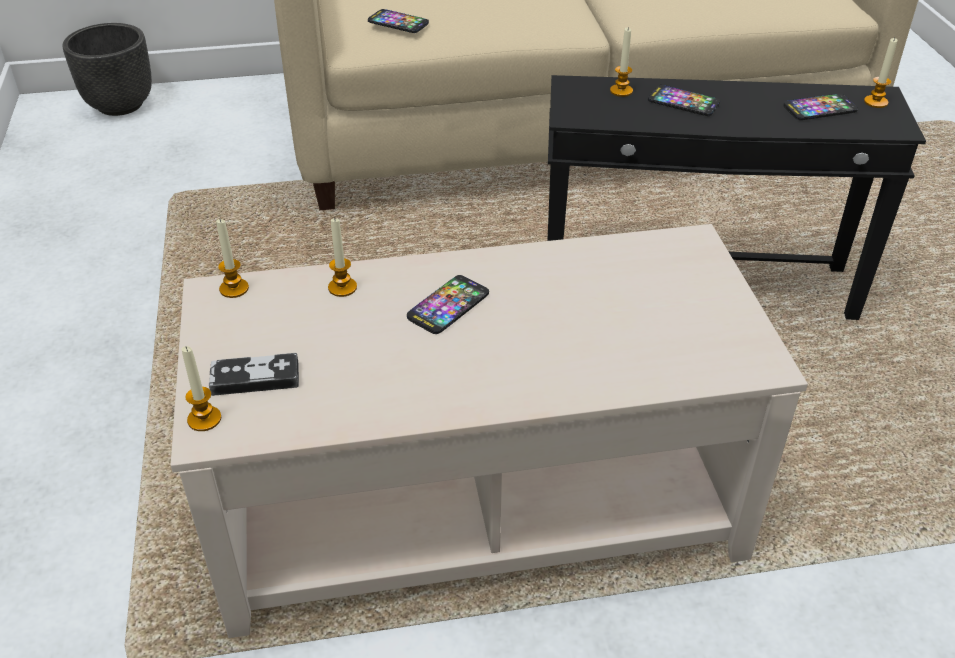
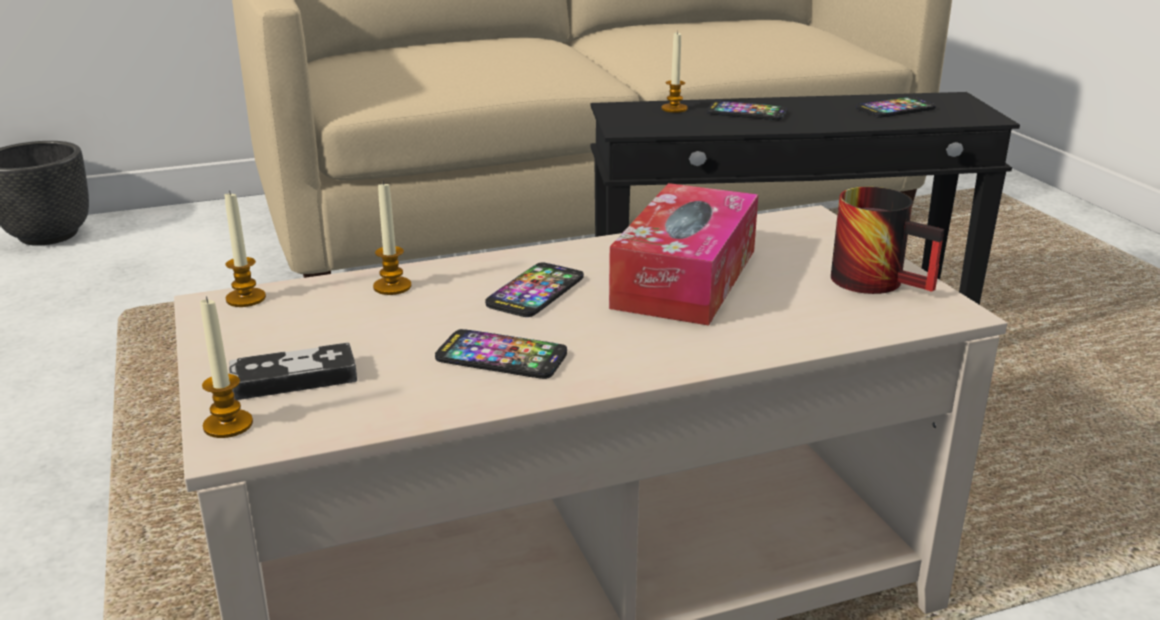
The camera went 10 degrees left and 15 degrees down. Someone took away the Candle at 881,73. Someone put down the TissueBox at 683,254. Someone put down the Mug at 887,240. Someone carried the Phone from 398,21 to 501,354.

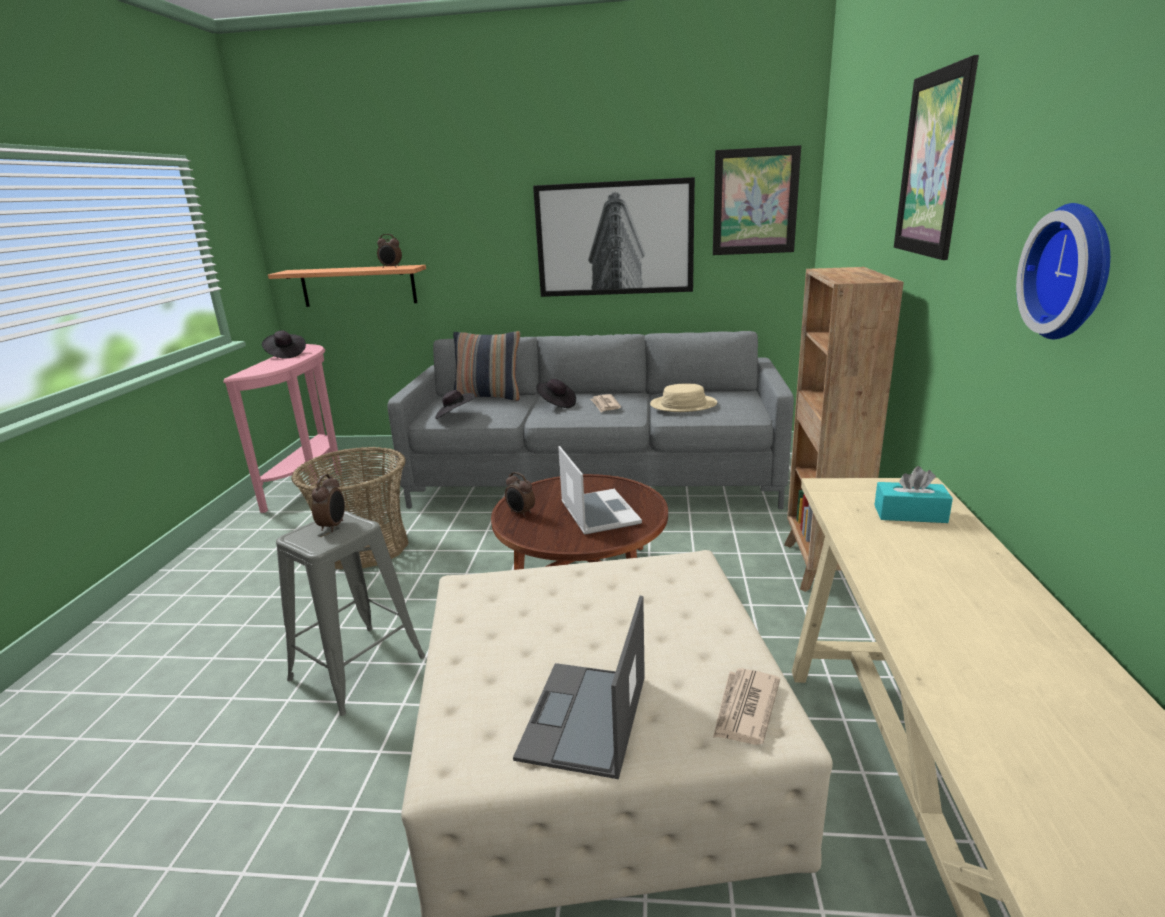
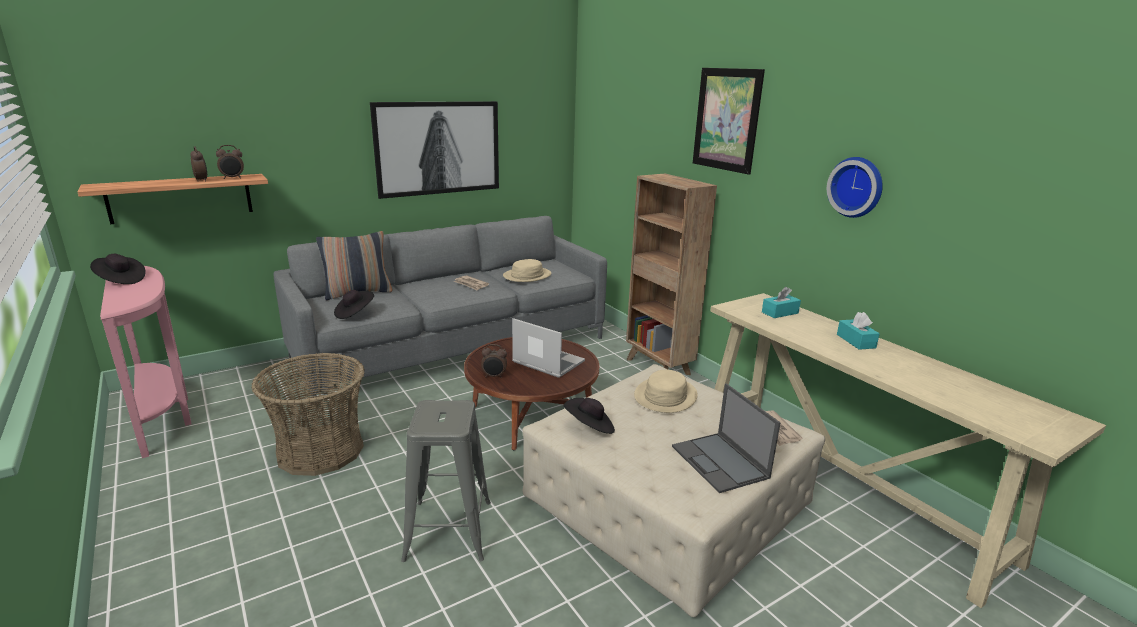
The camera went 40 degrees left and 0 degrees up. Someone took away the Picture at 757,200. Someone put down the BeigeHat at 666,391. Someone put down the TurquoiseTissueBox at 858,331. Someone carried the AlarmClock from 328,503 to 198,164. Someone carried the BlackHat from 556,393 to 589,416.

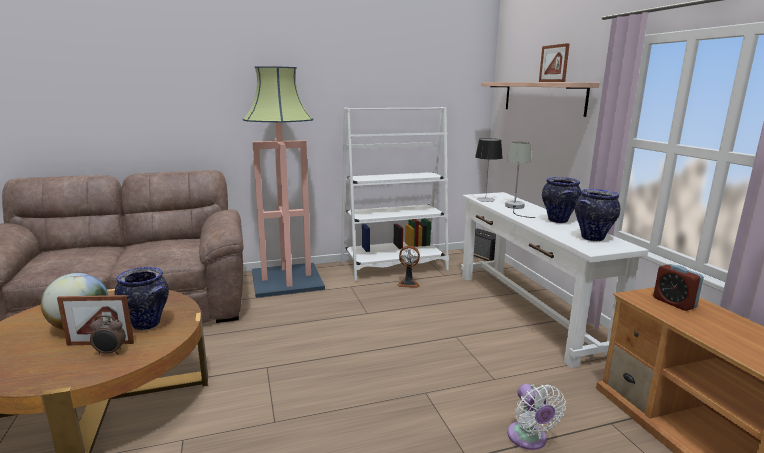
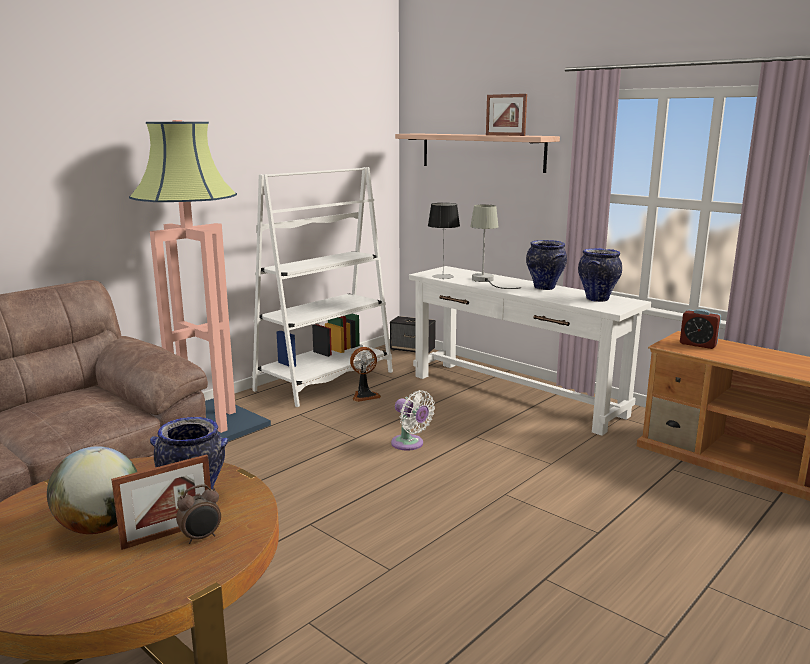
The camera went 30 degrees left and 0 degrees up. Someone carried the WhiteFan from 536,417 to 413,420.

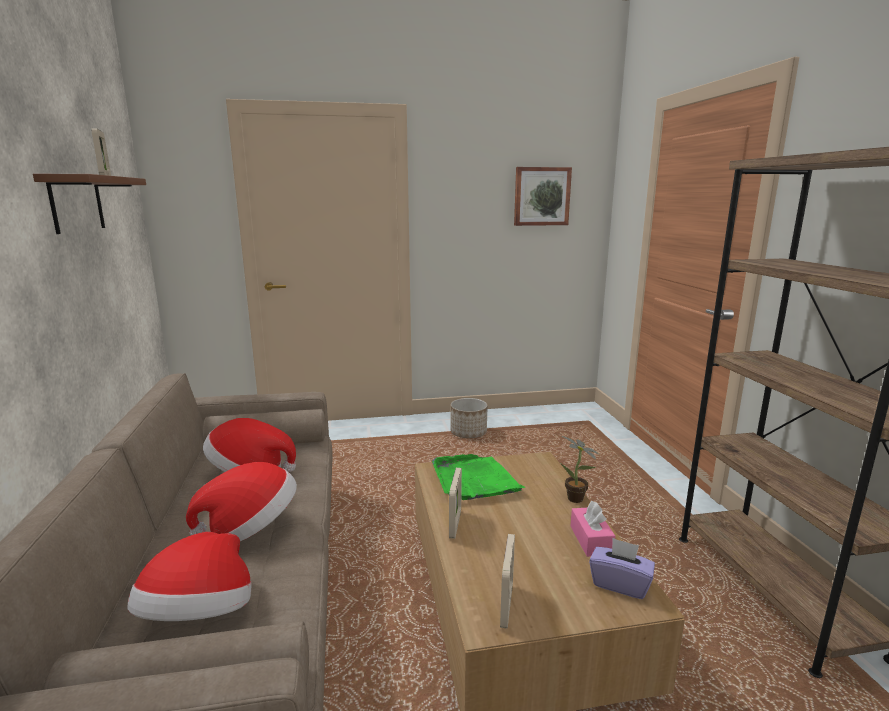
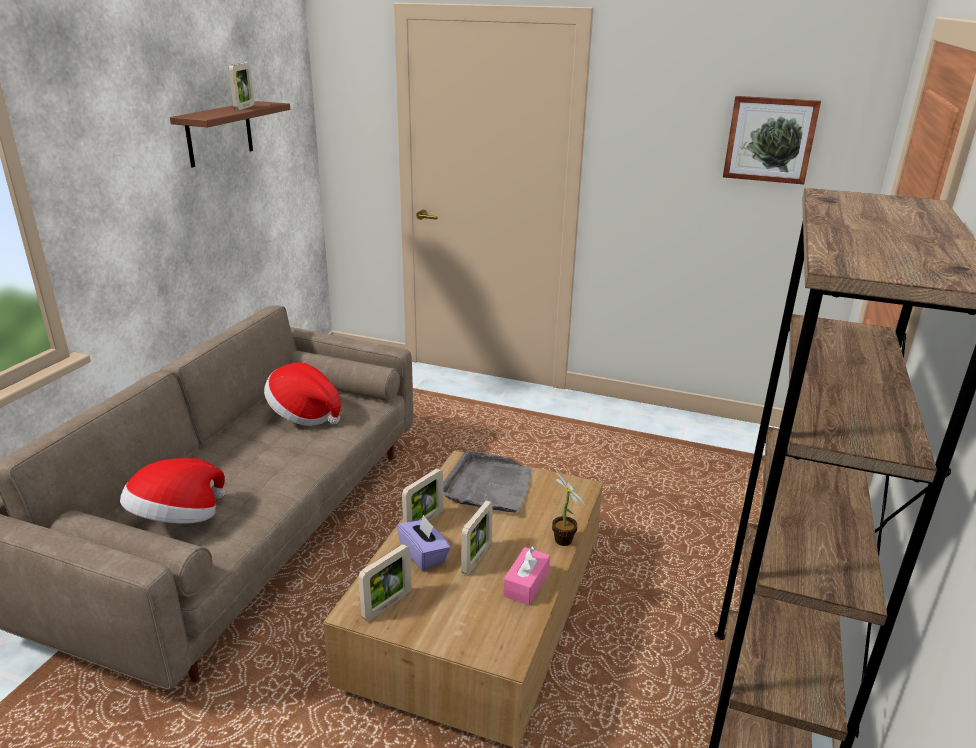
The camera went 30 degrees right and 10 degrees up. Someone took away the Hat at 241,501. Someone took away the Planter at 469,418. Someone put down the PictureFrame at 477,537. Someone carried the PurpleTissueBox from 622,568 to 423,542. Someone repainted the GreenTray at 478,477, which became the GreyTray at 487,482.

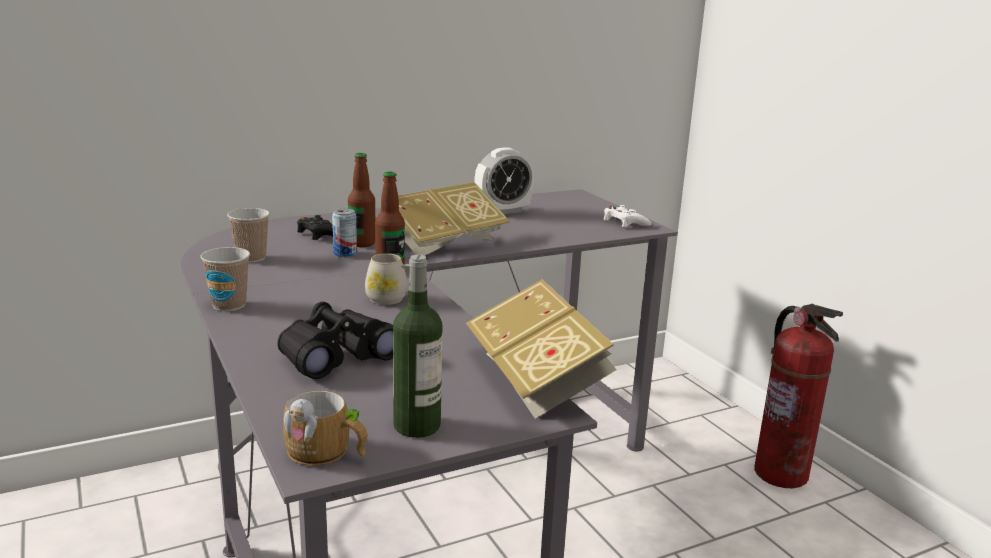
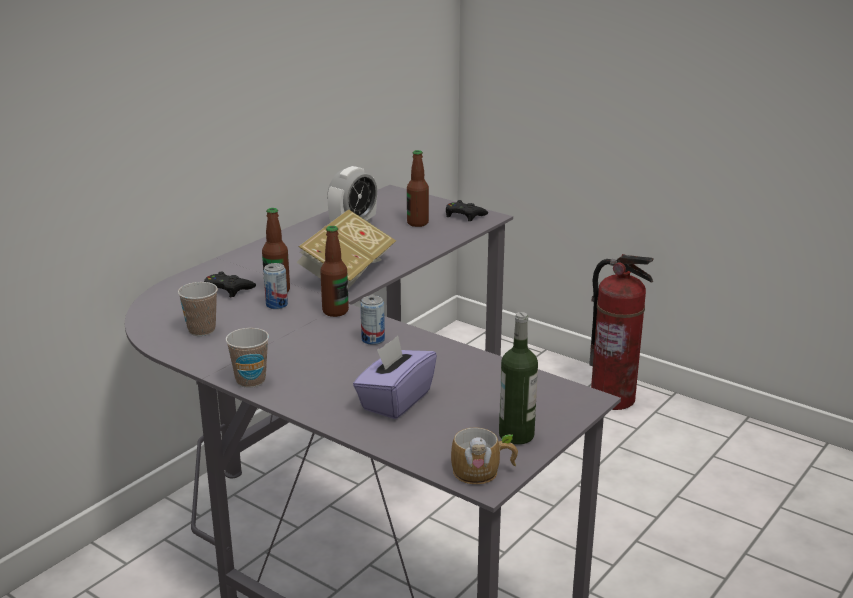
The camera went 25 degrees left and 5 degrees up. Someone took away the Book at 541,349. Someone put down the Bottle at 418,188. Someone swapped the BlackBinoculars at 335,340 for the PurpleTissueBox at 395,377. Someone swapped the WhiteMug at 387,279 for the Can at 372,320. Someone repainted the WhiteGameController at 628,216, which became the BlackGameController at 467,210.

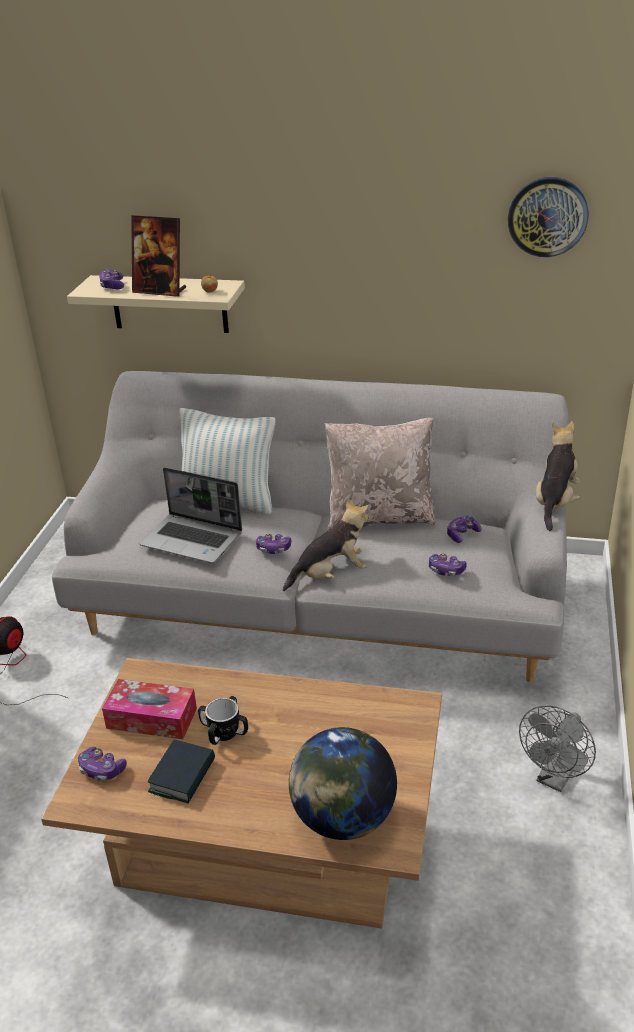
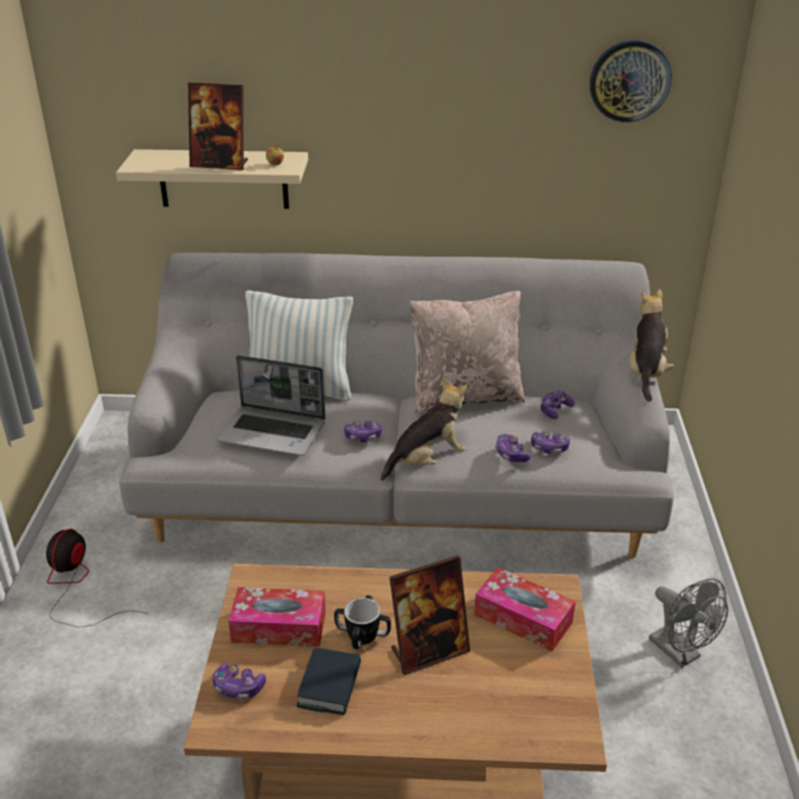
The camera went 10 degrees left and 0 degrees up. Someone took away the Globe at 343,783. Someone put down the PictureFrame at 429,615. Someone put down the TissueBox at 525,609. Someone carried the GameController from 111,279 to 513,448. Someone rotated the GreyFan at 557,748 by 60 degrees counterclockwise.

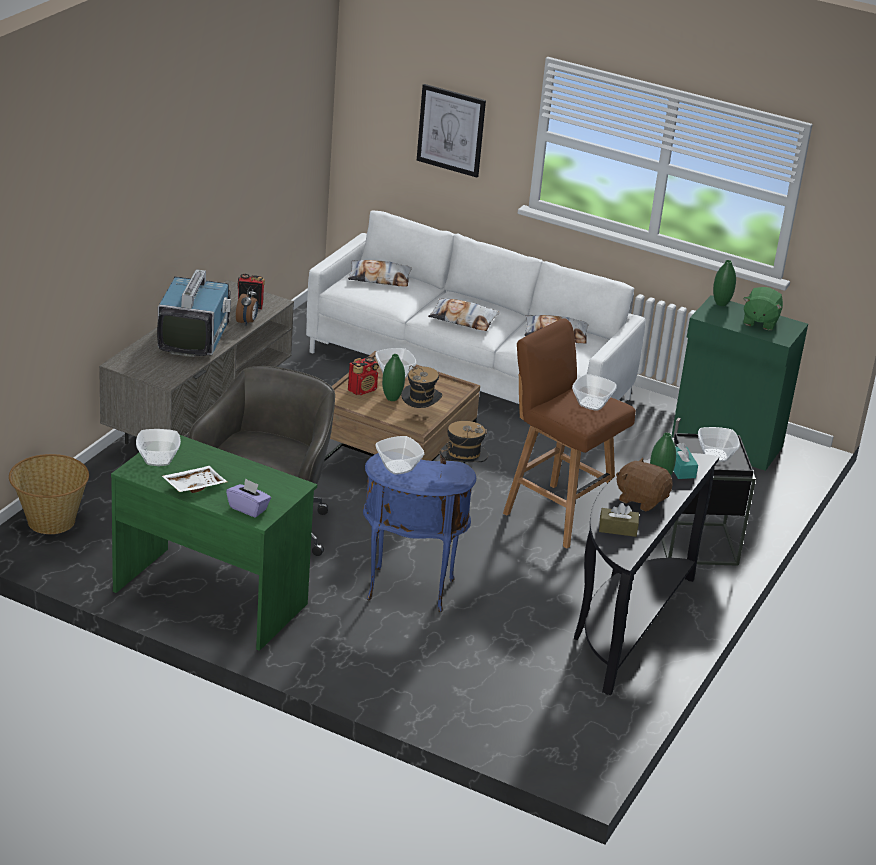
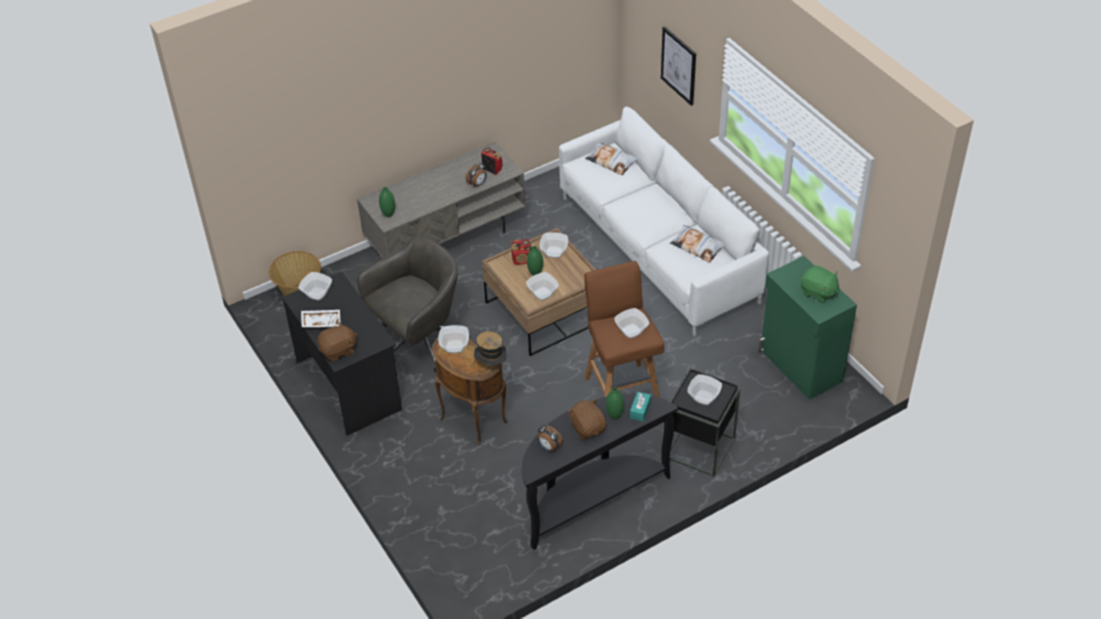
The camera went 35 degrees right and 15 degrees up. Someone took away the Television at 194,313. Someone took away the Pillow at 464,314. Someone carried the GreenVase from 724,283 to 387,202. Someone swapped the PurpleTissueBox at 248,498 for the BrownPlushToy at 337,341. Someone swapped the Hat at 421,387 for the Bowl at 542,286. Someone swapped the BrownTissueBox at 619,520 for the AlarmClock at 550,438. Someone repainted the GreenDesk at 214,543, which became the BlackDesk at 342,354. Someone repainted the BlueSideTable at 419,532, which became the BrownSideTable at 470,391. Someone rotated the GreenPlushToy at 763,308 by 105 degrees counterclockwise.

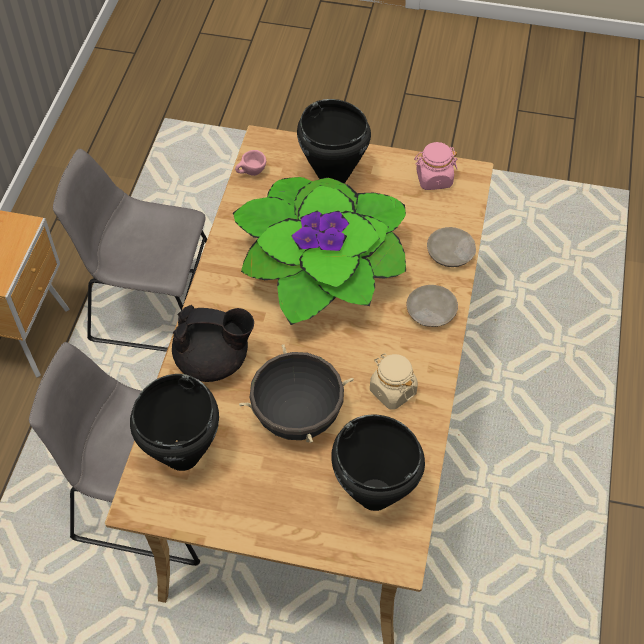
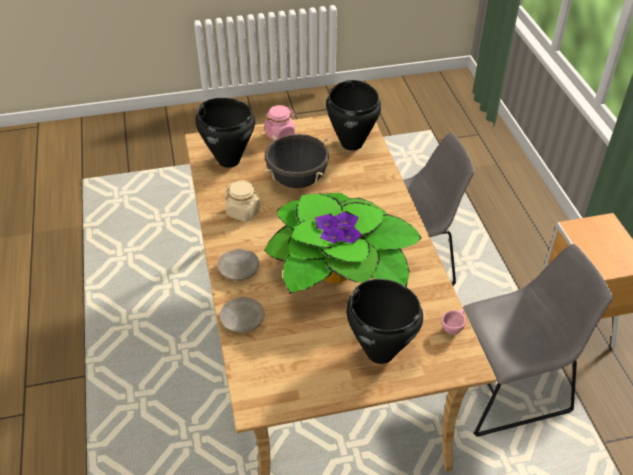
The camera went 155 degrees right and 10 degrees down. Someone took away the BlackTeapot at 213,343. Someone carried the PinkJar from 435,166 to 280,123.

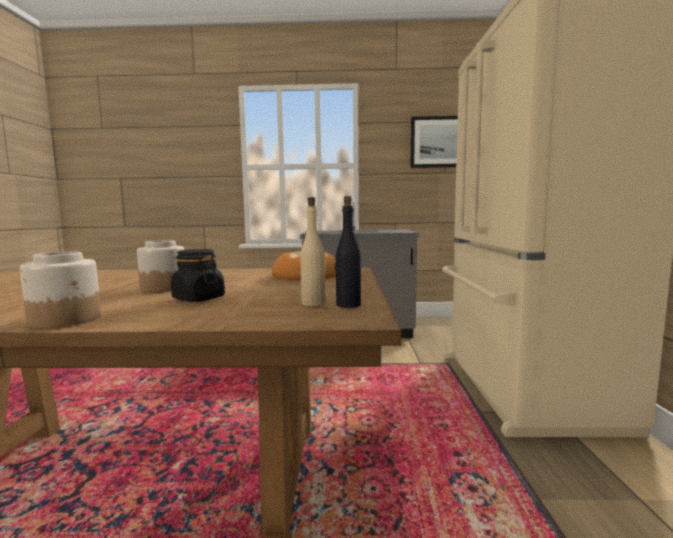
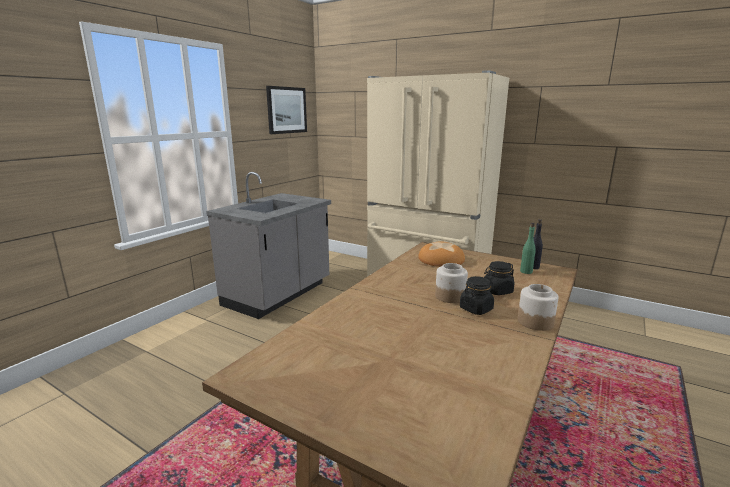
The camera went 60 degrees left and 10 degrees up. Someone put down the BlackJar at 477,295. Someone repainted the BeigeBottle at 313,251, which became the GreenBottle at 528,248.

